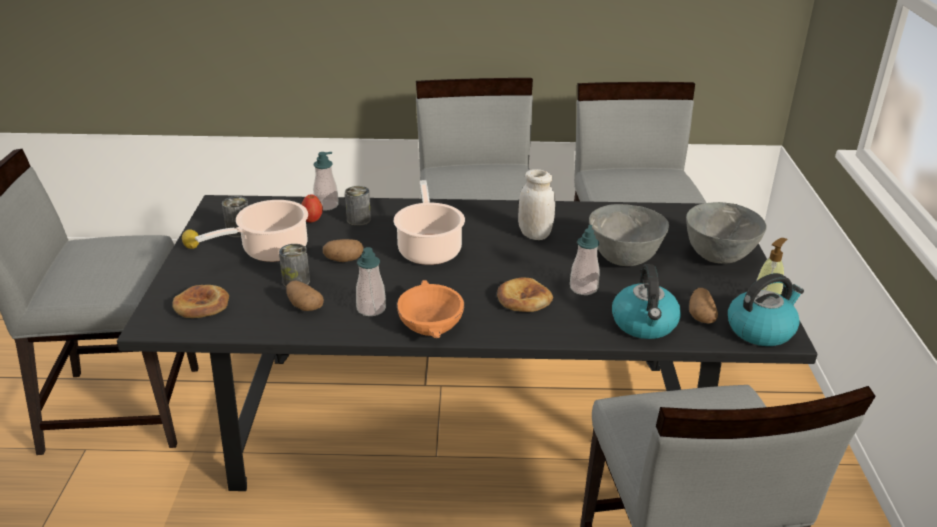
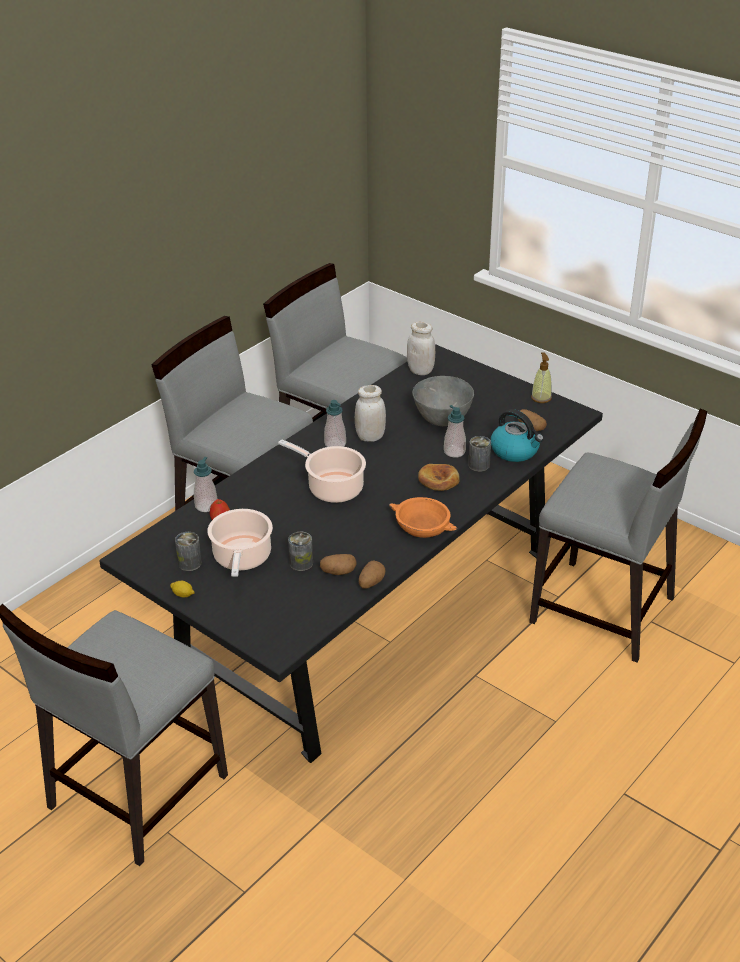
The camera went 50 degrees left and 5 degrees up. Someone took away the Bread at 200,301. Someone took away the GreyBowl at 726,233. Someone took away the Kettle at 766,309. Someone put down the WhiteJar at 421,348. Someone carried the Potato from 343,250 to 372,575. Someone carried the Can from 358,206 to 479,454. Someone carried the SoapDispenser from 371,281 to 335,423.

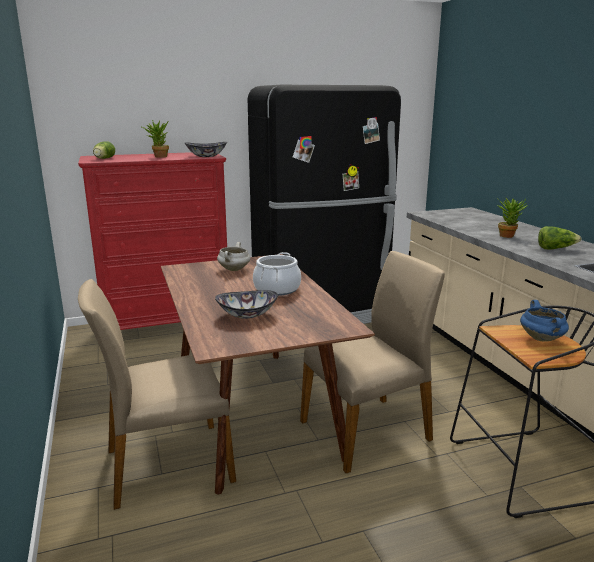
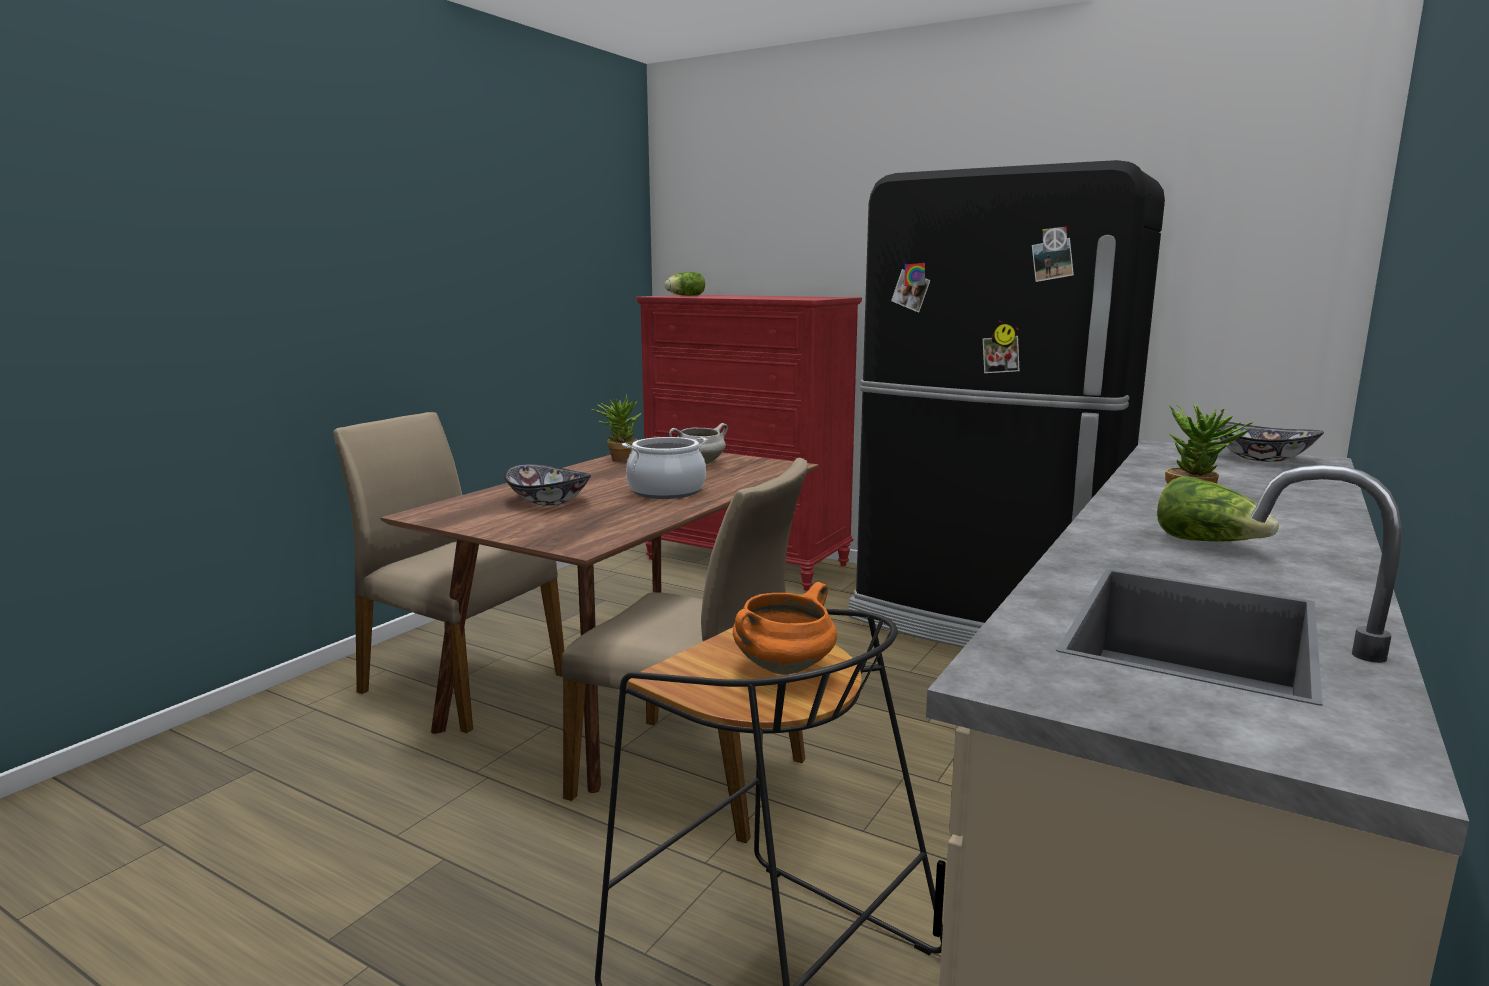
The camera went 50 degrees right and 5 degrees down. Someone carried the PottedPlant from 155,139 to 616,427. Someone carried the Bowl from 206,149 to 1269,441. Someone repainted the BlueCookingPot at 544,321, which became the OrangeCookingPot at 785,628.

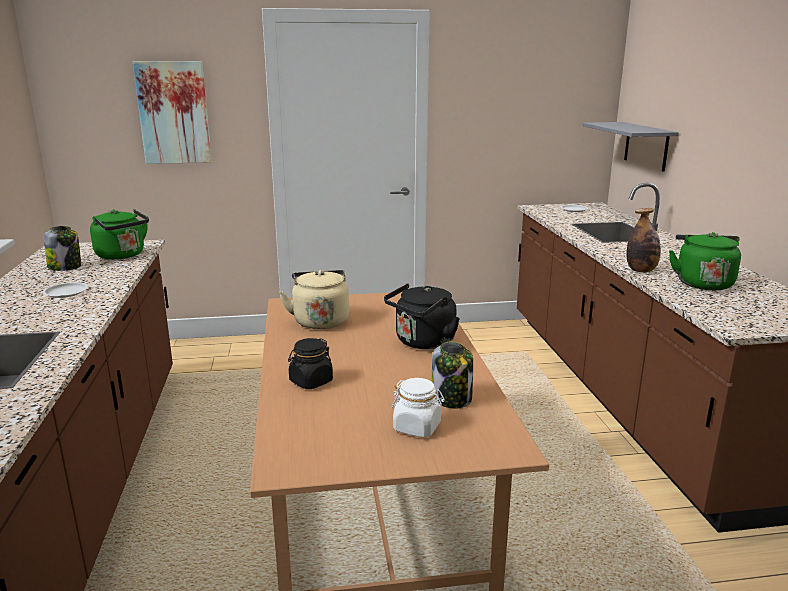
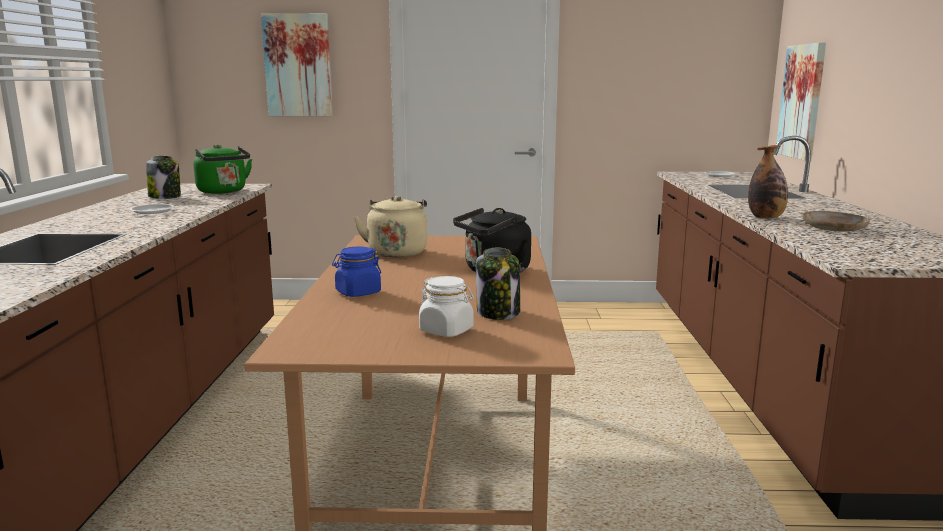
The camera went 10 degrees right and 5 degrees down. Someone swapped the GreyShelf at 630,147 for the Picture at 801,101. Someone swapped the GreenKettle at 705,261 for the BeigePlate at 836,221. Someone repainted the BlackJar at 310,363, which became the BlueJar at 356,271.

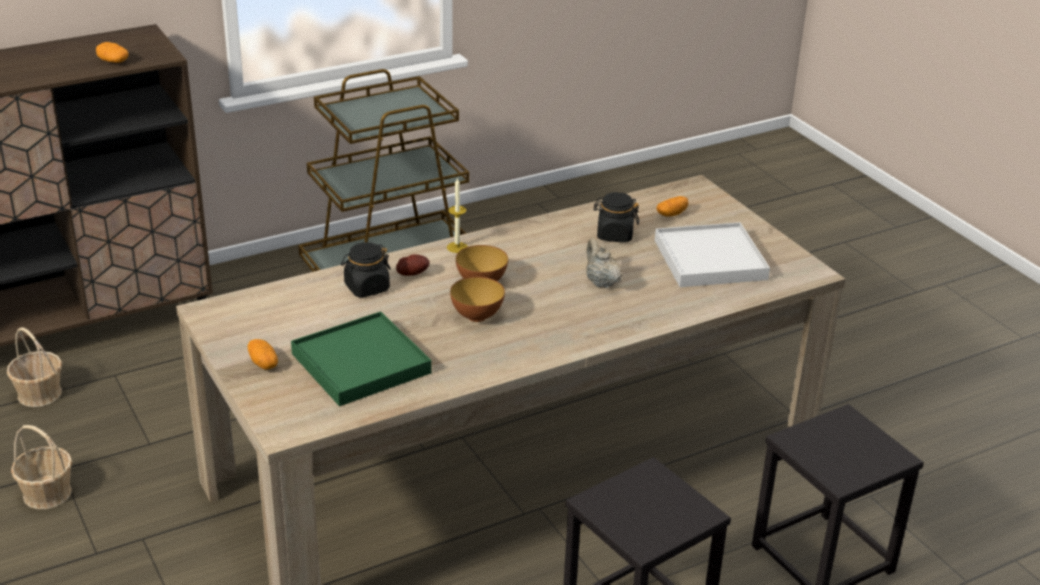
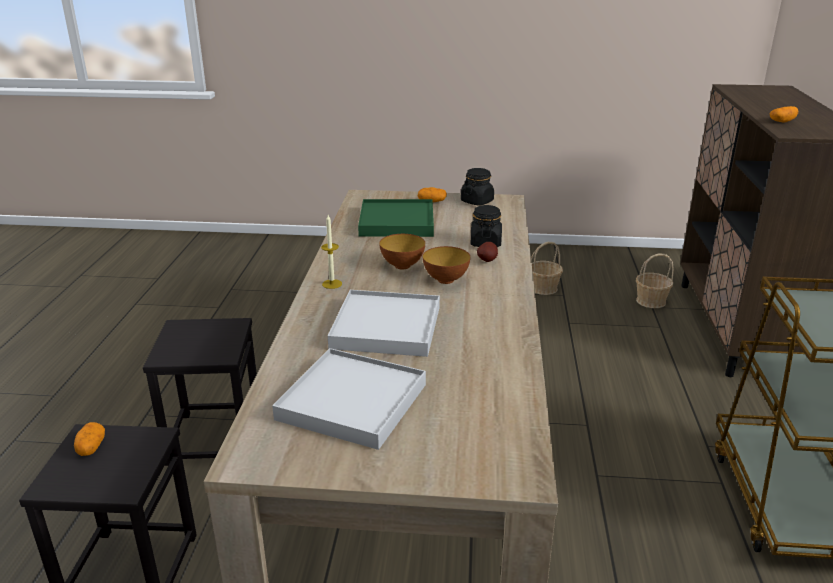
The camera went 125 degrees right and 5 degrees down. Someone carried the Candle from 457,215 to 331,252. Someone carried the BlackJar from 616,217 to 477,186. Someone carried the Potato from 672,206 to 89,439. Someone swapped the BeigeTeapot at 604,263 for the WhiteTray at 384,323.

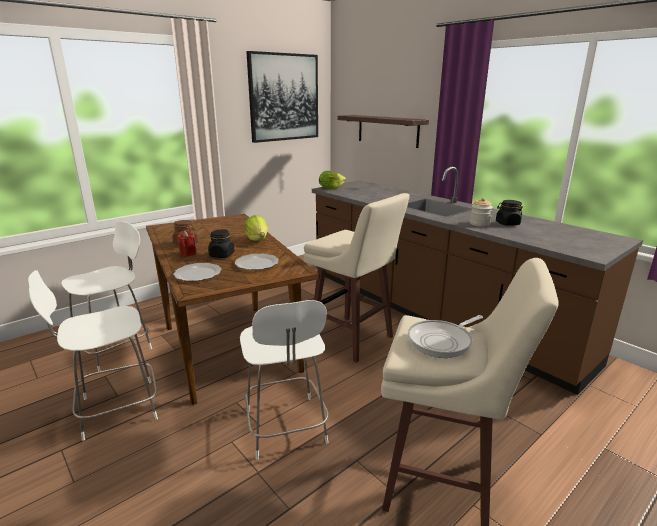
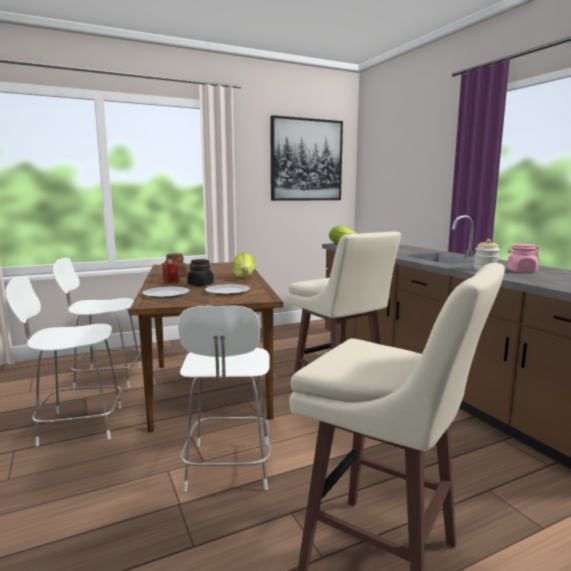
The camera went 15 degrees right and 10 degrees down. Someone took away the Shelf at 383,131. Someone took away the FryingPan at 445,336. Someone repainted the BlackJar at 509,213, which became the PinkJar at 523,258. Someone rotated the WhiteChair at 106,296 by 150 degrees counterclockwise.

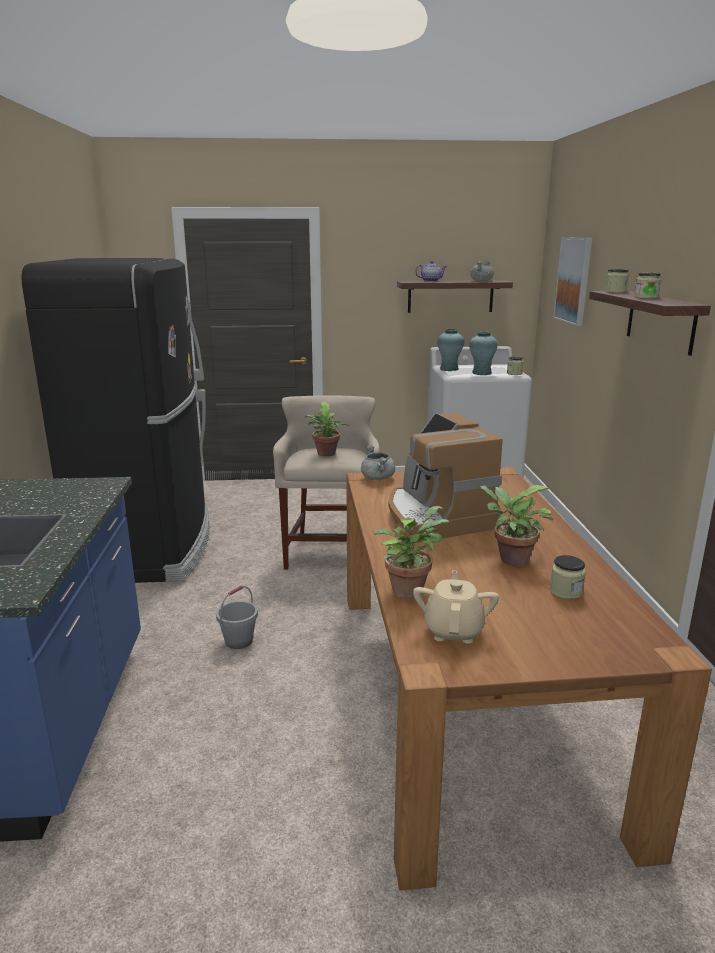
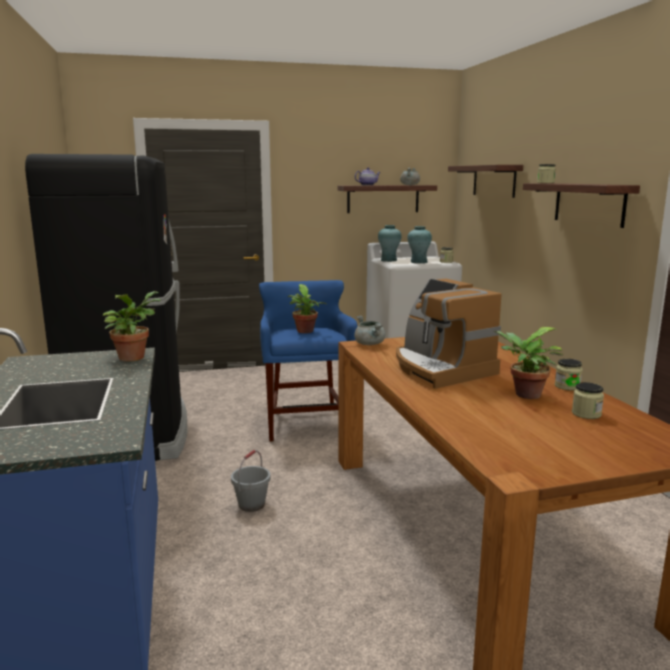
The camera went 10 degrees left and 5 degrees down. Someone took away the BeigeTeapot at 456,607. Someone carried the PottedPlant from 411,552 to 131,326. Someone carried the Jar from 647,285 to 569,375. Someone swapped the Picture at 572,281 for the Shelf at 485,181. Someone repainted the BeigeStool at 326,482, which became the BlueStool at 308,361.

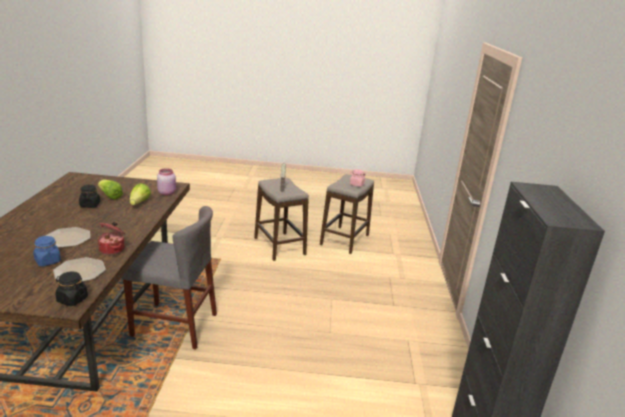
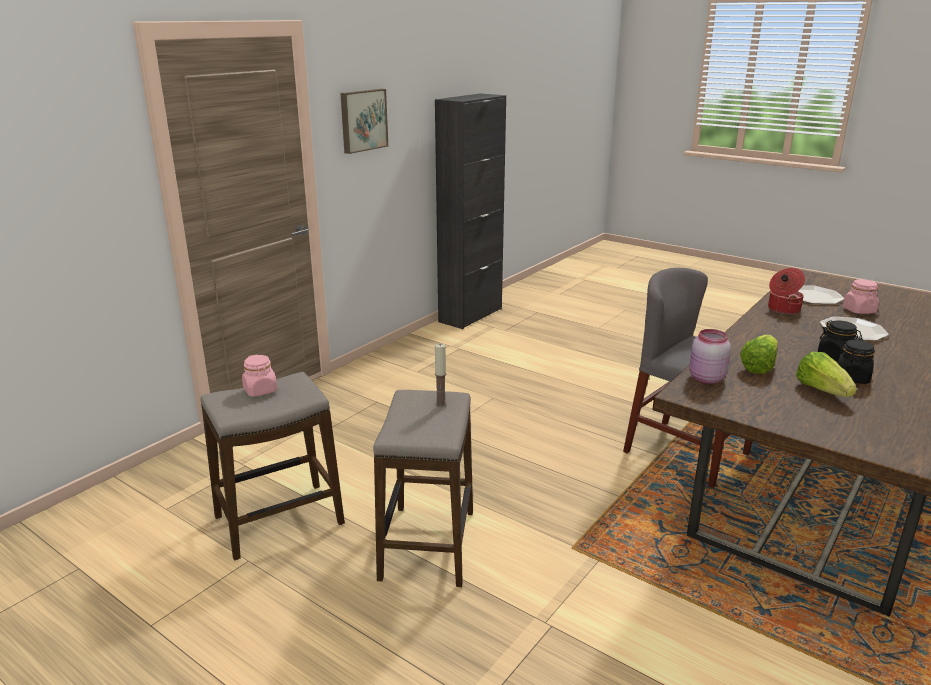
The camera went 145 degrees left and 0 degrees up. Someone put up the Picture at 364,121. Someone carried the BlackJar from 71,288 to 840,340. Someone repainted the BlueJar at 47,251, which became the PinkJar at 861,296.

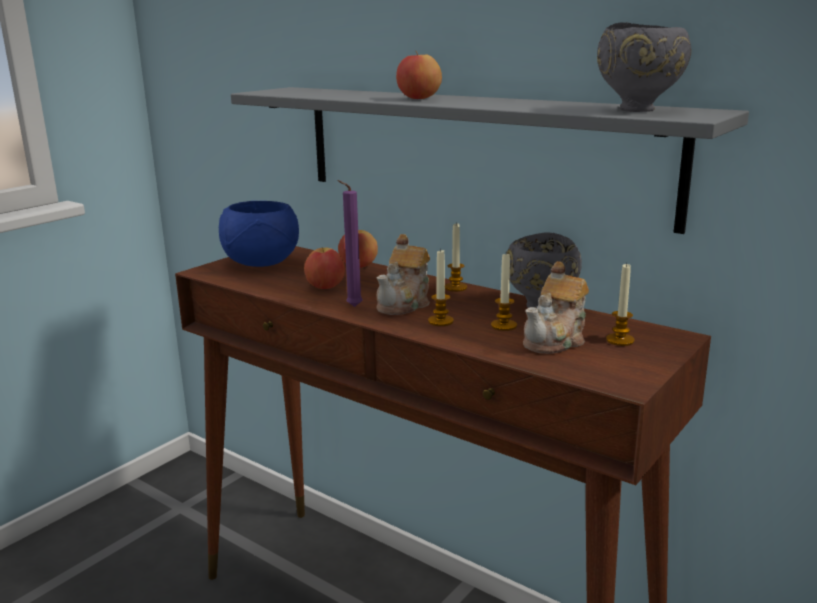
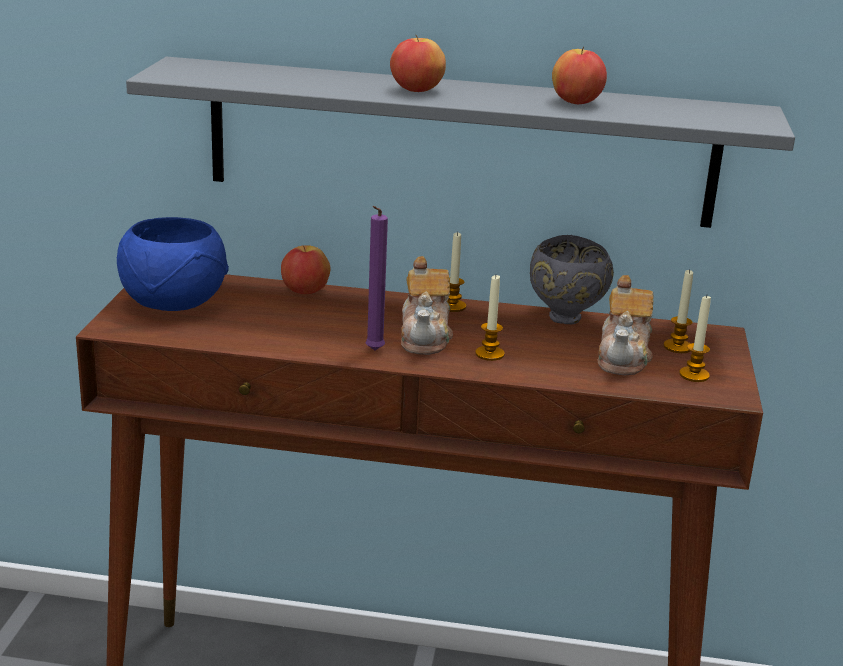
The camera went 30 degrees left and 5 degrees up. Someone took away the GreyBowl at 644,67. Someone carried the Apple from 324,268 to 579,75. Someone carried the Candle from 504,292 to 695,338.

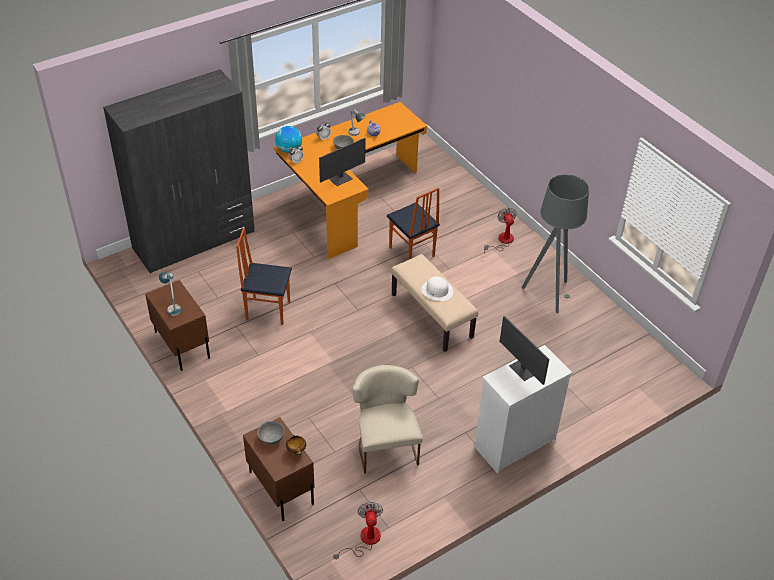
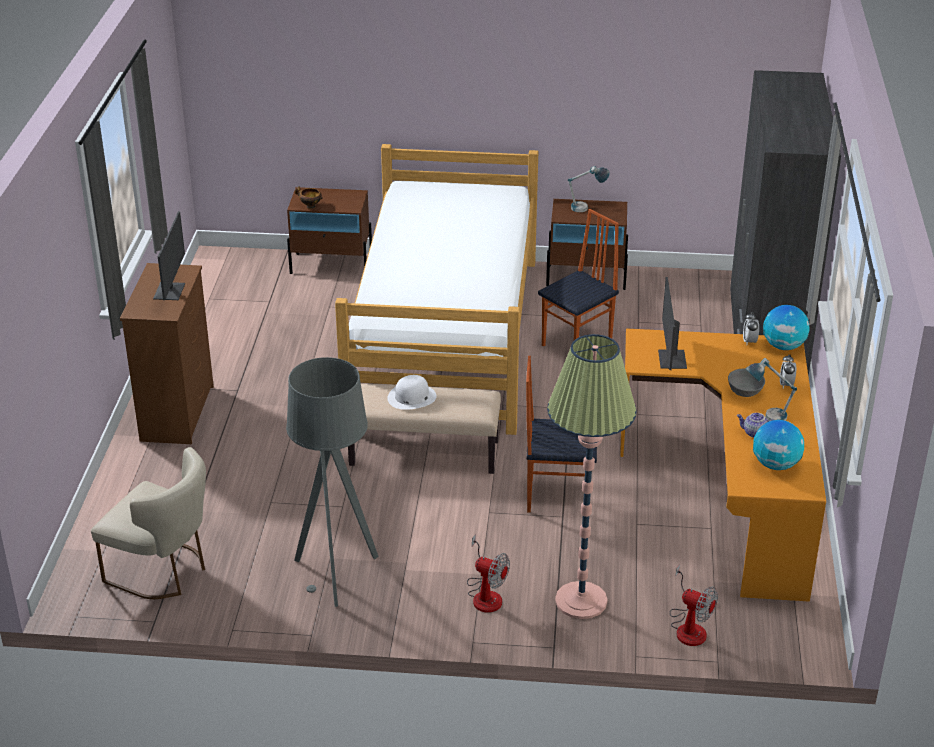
The camera went 130 degrees right and 10 degrees down. Someone took away the GreyBowl at 270,433. Someone put down the Bed at 436,289. Someone put down the FloorLamp at 592,476. Someone put down the Globe at 778,445. Someone carried the Fan from 358,531 to 694,605. Someone carried the BeigeChair from 387,419 to 148,523. Someone repainted the WhiteDresser at 523,409, which became the BrownDresser at 167,353. Someone rotated the Monitor at 524,350 by 90 degrees clockwise.

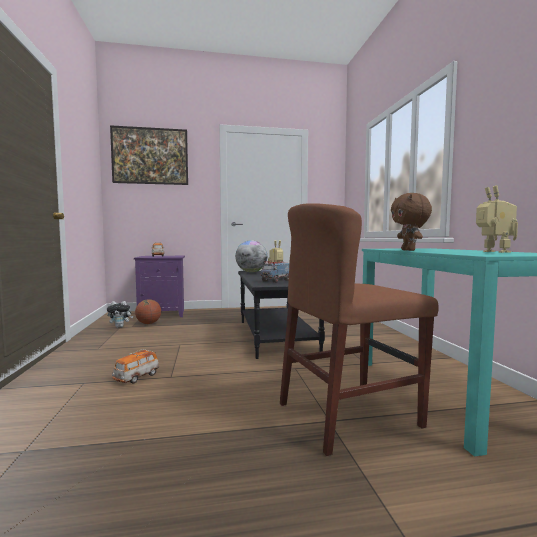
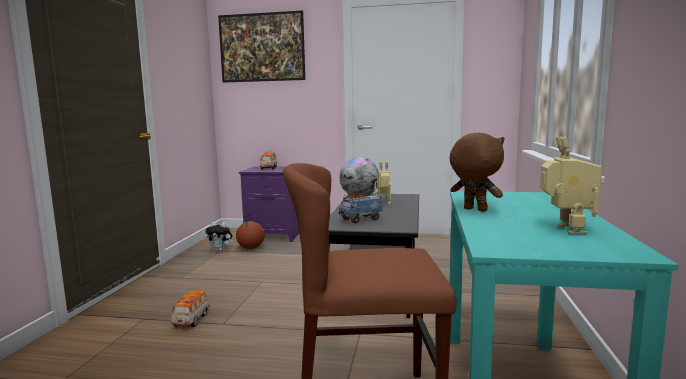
The camera went 20 degrees right and 5 degrees up. Someone rotated the ToyCar at 136,366 by 135 degrees clockwise. Someone rotated the BrownPlushToy at 411,222 by 120 degrees clockwise.

